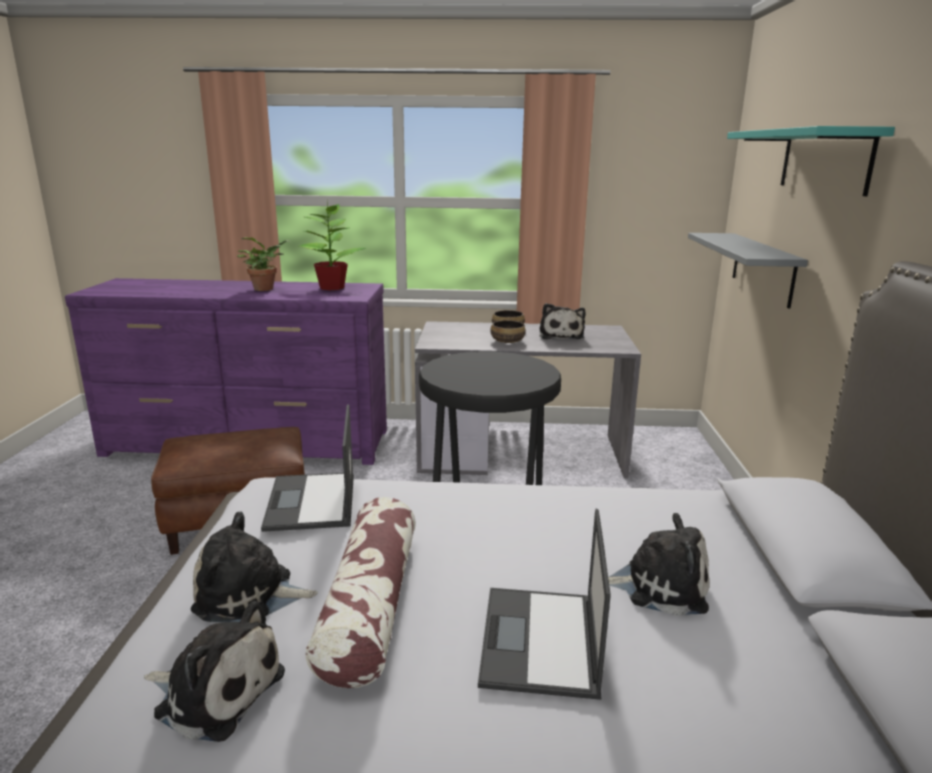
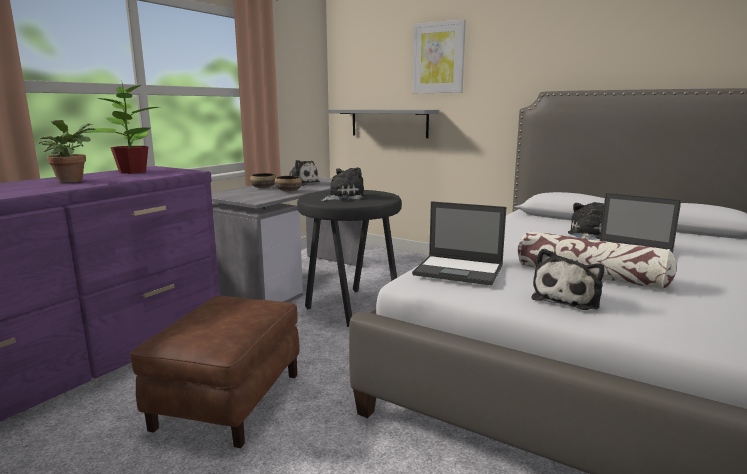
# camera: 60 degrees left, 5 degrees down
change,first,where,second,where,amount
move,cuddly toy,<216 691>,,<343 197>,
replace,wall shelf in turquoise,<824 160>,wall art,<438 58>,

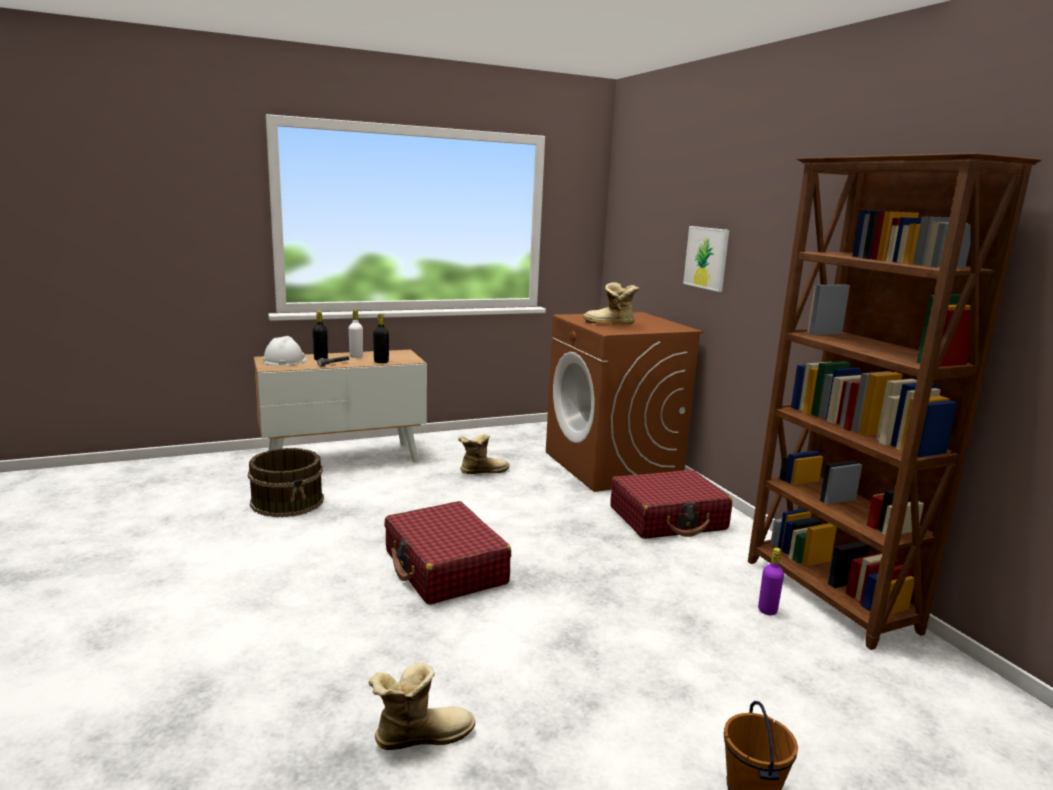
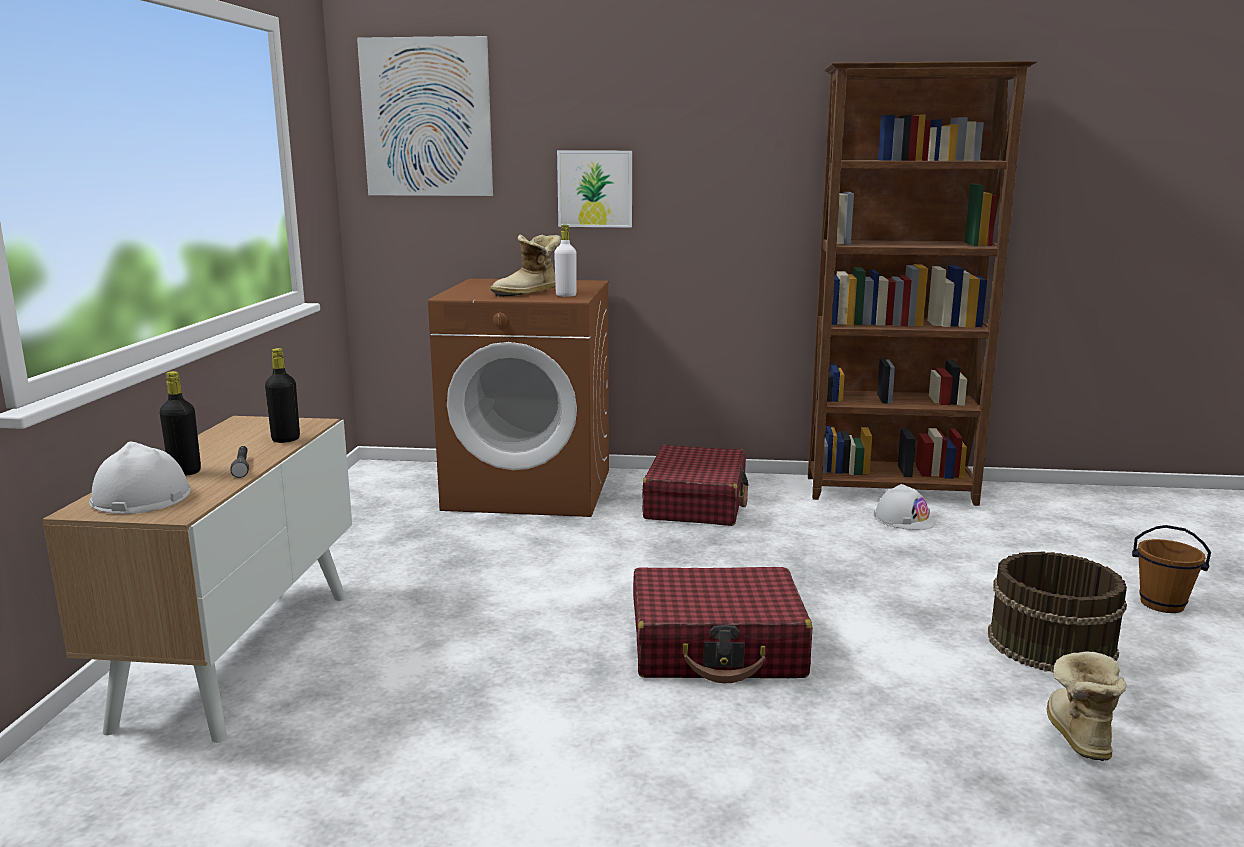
# camera: 60 degrees left, 0 degrees up
change,first,where,second,where,amount
insert,,,wall art,<426 118>,
move,drink bottle in whitish,<356 356>,,<566 295>,
replace,drink bottle in purple,<767 610>,safety helmet in whitish,<903 519>,
move,pail in brownish,<288 501>,,<1050 643>,
delete,tall boot,<482 471>,,,

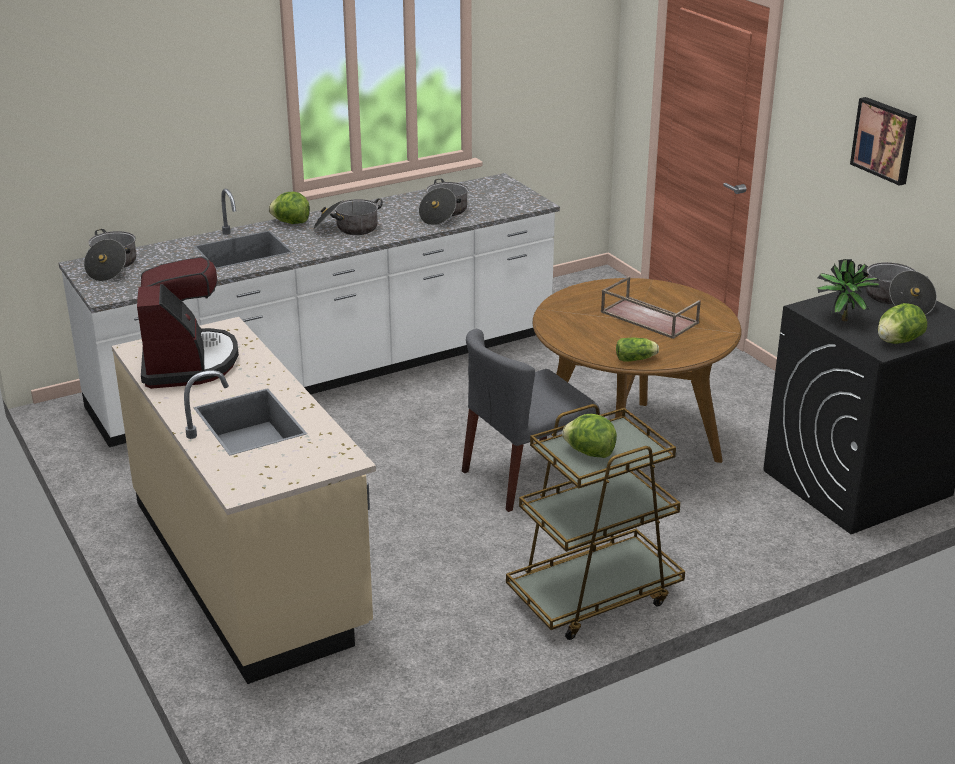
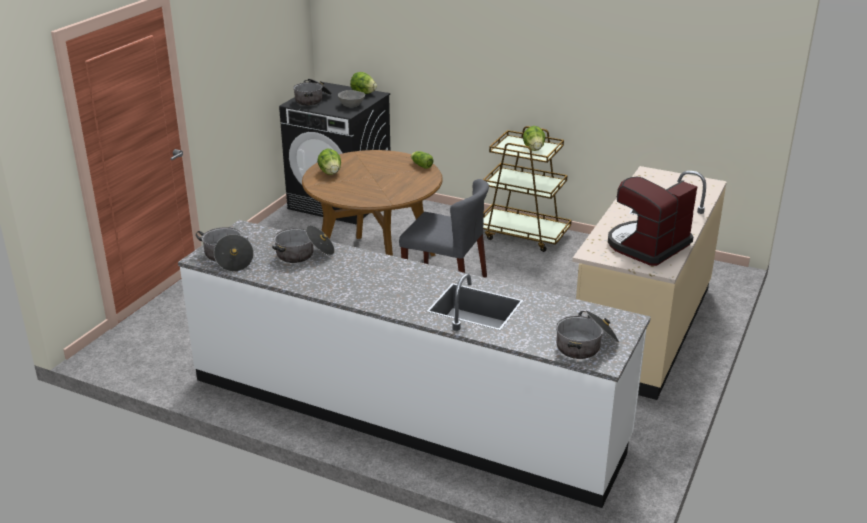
# camera: 125 degrees left, 0 degrees up
change,first,where,second,where,amount
move,stockpot,<347 228>,,<227 258>,
move,lettuce,<291 222>,,<330 173>,
replace,plant in a pot,<841 318>,bowl in gray,<351 105>,
delete,serving tray in brownish,<648 317>,,,
delete,wall art,<885 140>,,,

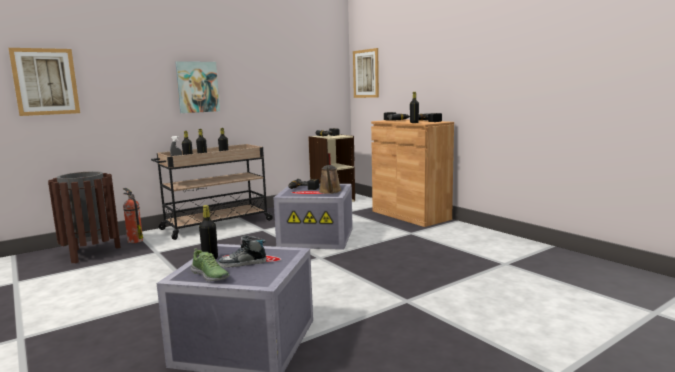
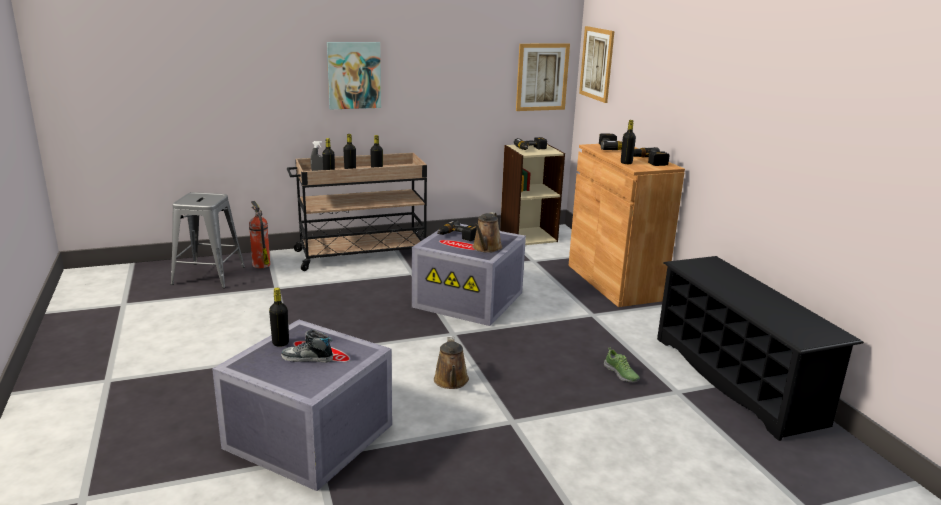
# camera: 15 degrees right, 10 degrees up
change,first,where,second,where,amount
replace,rubbish bin in brownish,<91 253>,sitting stool in gray,<209 276>,
insert,,,watering pot in brownish,<451 381>,
move,wall art,<45 81>,,<542 77>,
move,shoe,<210 276>,,<621 374>,
insert,,,shoe shelf in blackish,<737 379>,

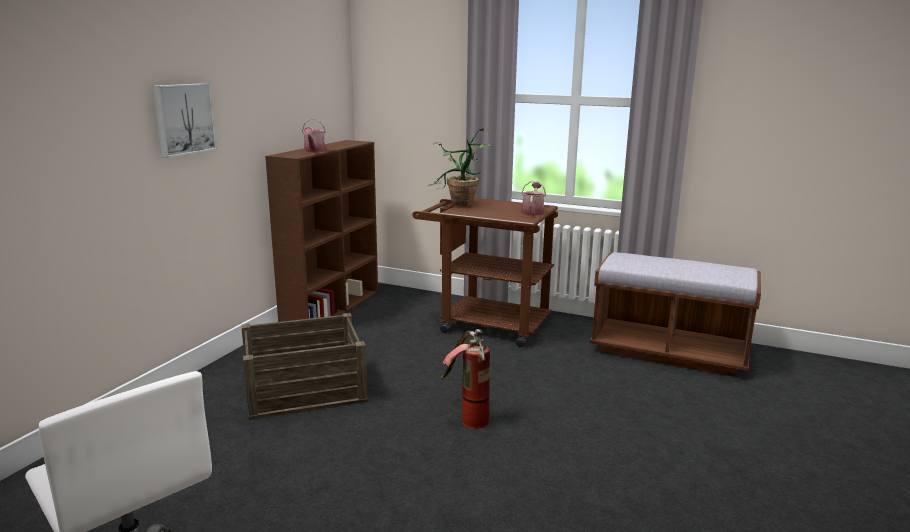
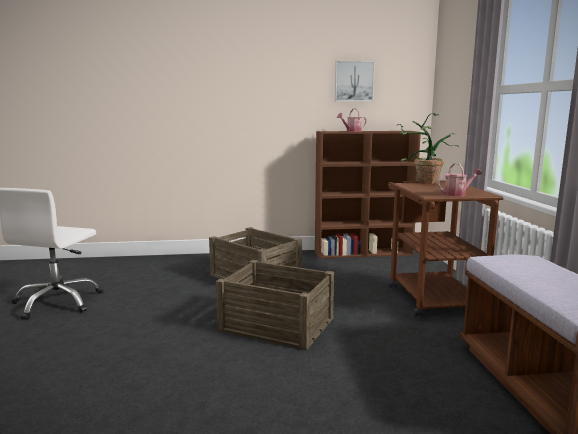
# camera: 60 degrees right, 5 degrees down
change,first,where,second,where,amount
replace,extinguisher,<466 418>,shipping crate,<277 324>,
move,wall art,<183 119>,,<354 81>,

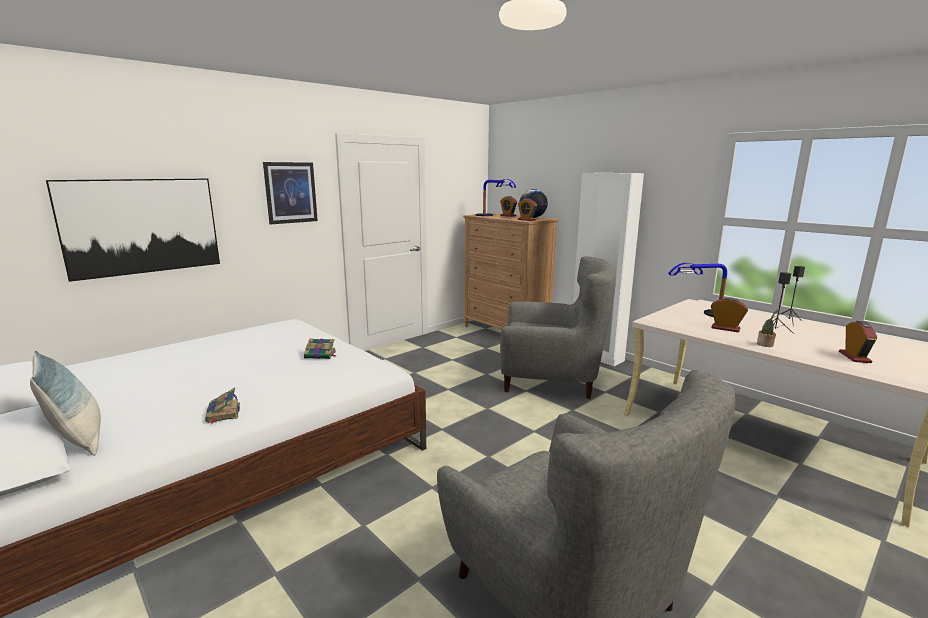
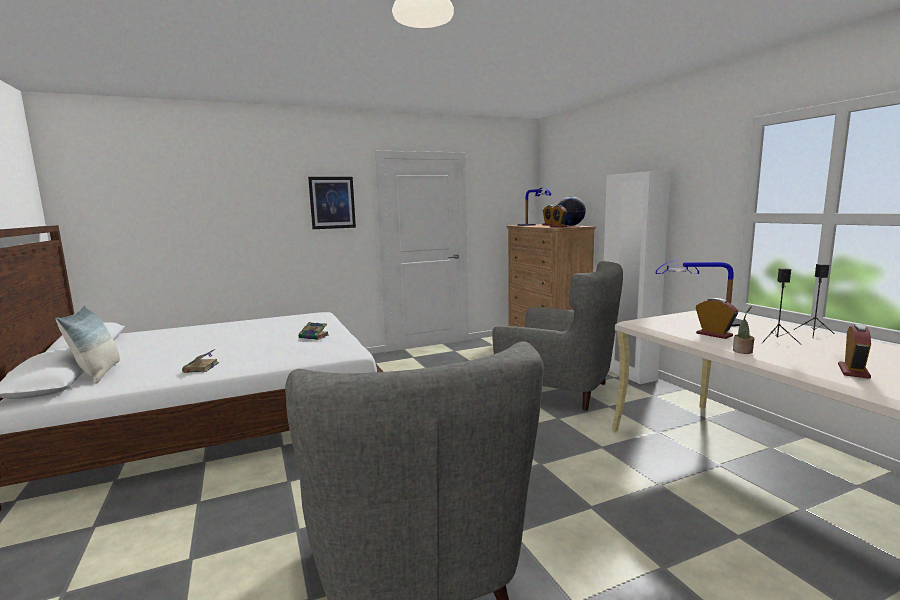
# camera: 20 degrees right, 5 degrees down
change,first,where,second,where,amount
delete,wall art,<142 226>,,,

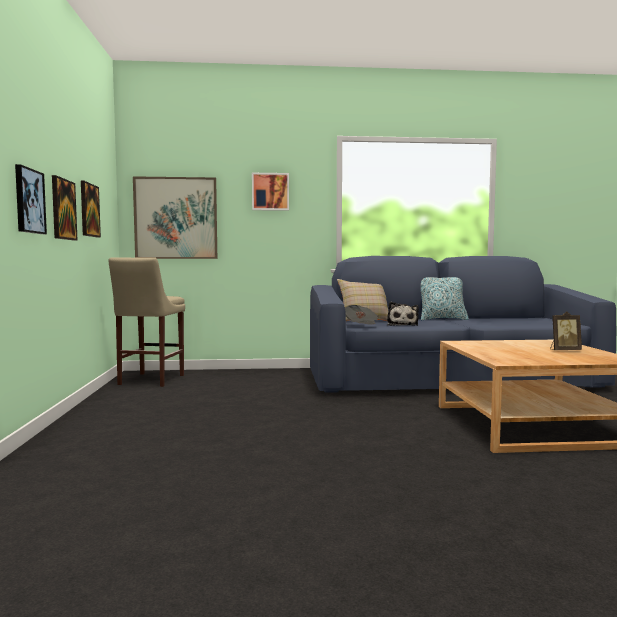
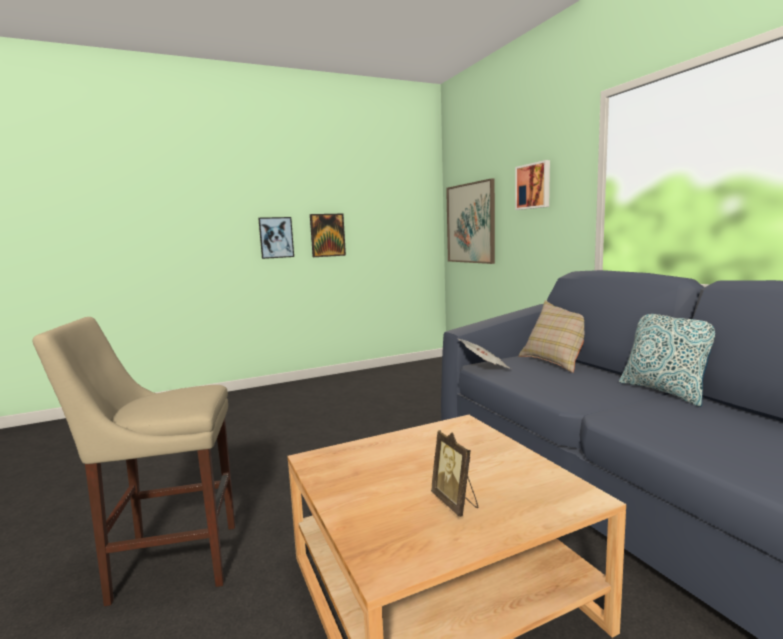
# camera: 70 degrees right, 5 degrees up
change,first,where,second,where,amount
move,sitting stool in sand-coloured,<149 380>,,<169 562>,
delete,wall art,<89 210>,,,
delete,cuddly toy,<402 325>,,,

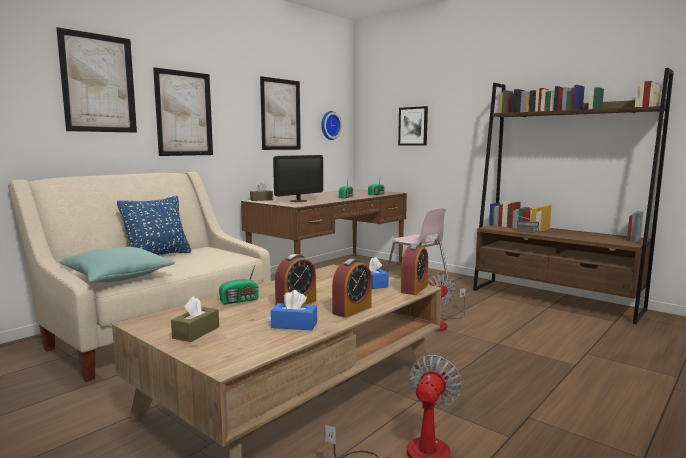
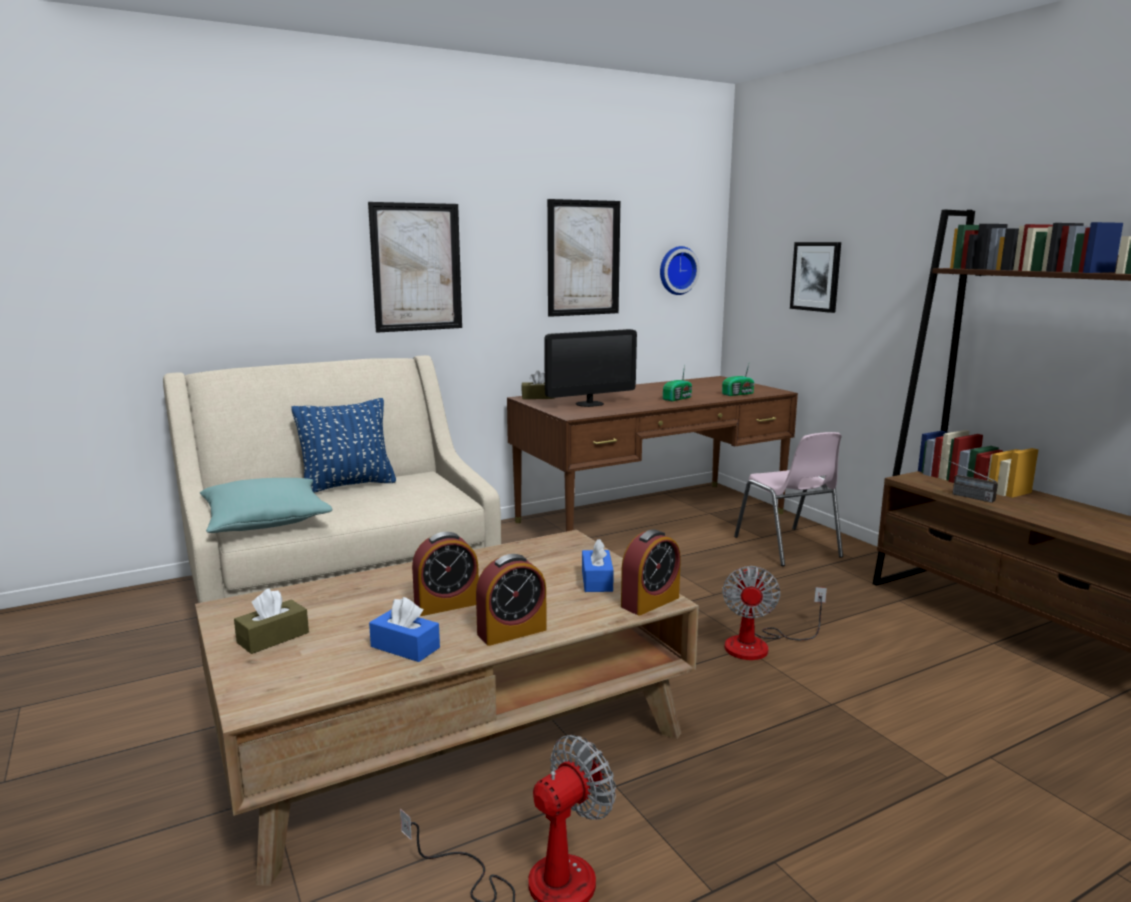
# camera: 20 degrees right, 5 degrees up
change,first,where,second,where,amount
delete,wall art,<98 83>,,,
delete,radio,<240 300>,,,

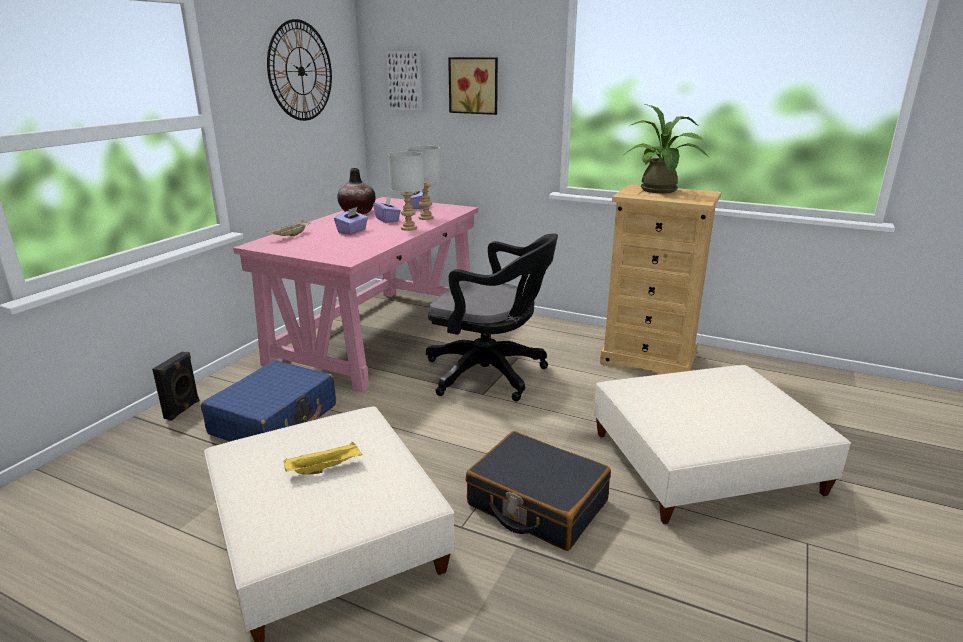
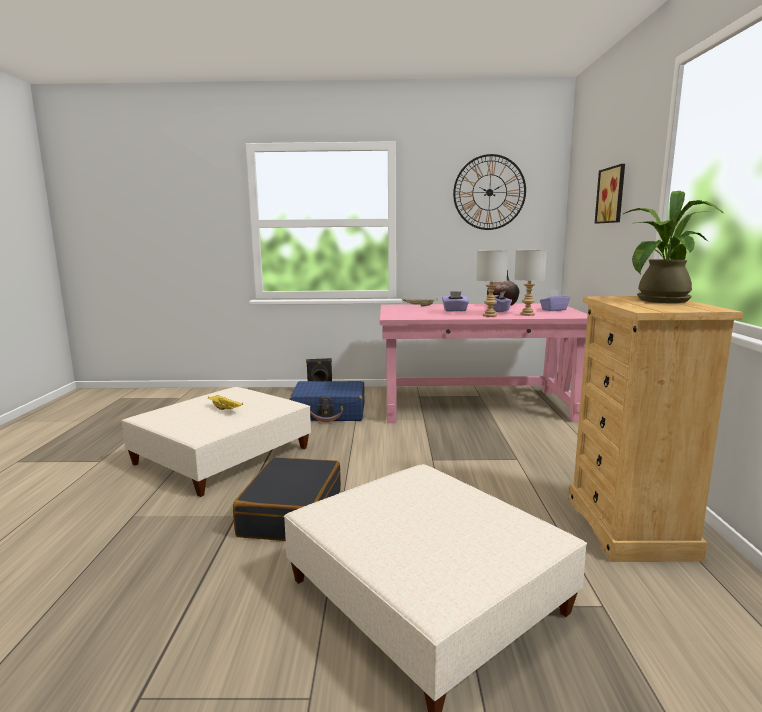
# camera: 65 degrees right, 10 degrees down
change,first,where,second,where,amount
delete,wall art,<406 81>,,,
delete,desk chair in blackish,<491 374>,,,

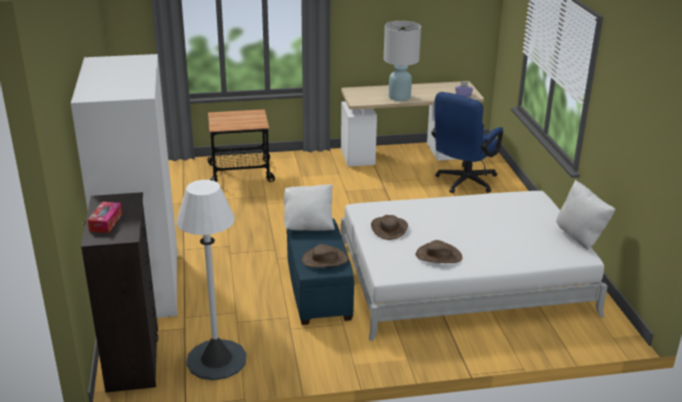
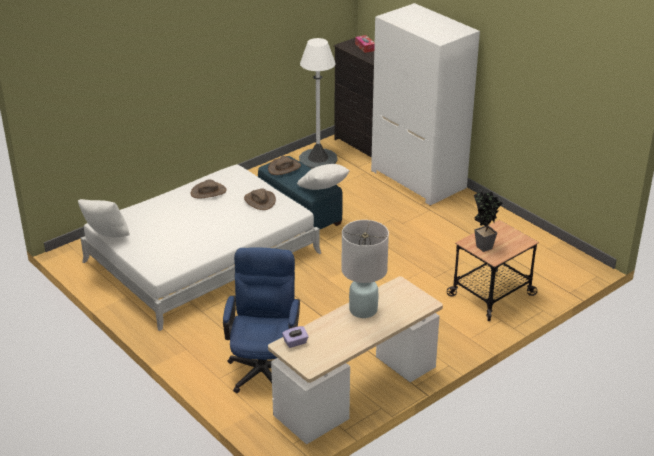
# camera: 150 degrees right, 5 degrees up
change,first,where,second,where,amount
insert,,,plant in a pot,<483 245>,

